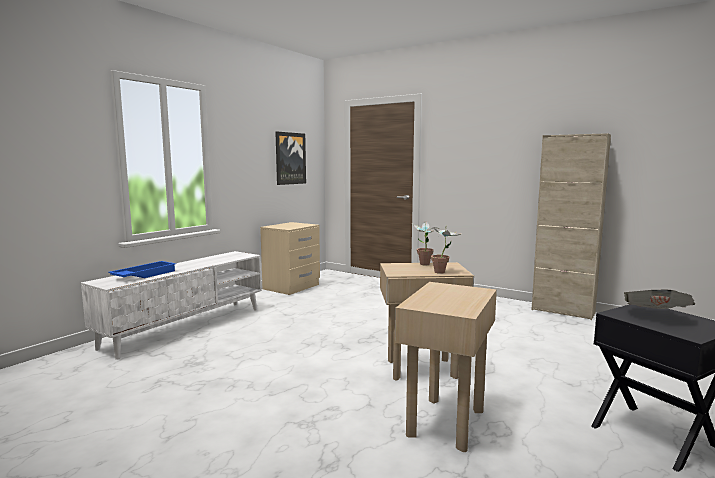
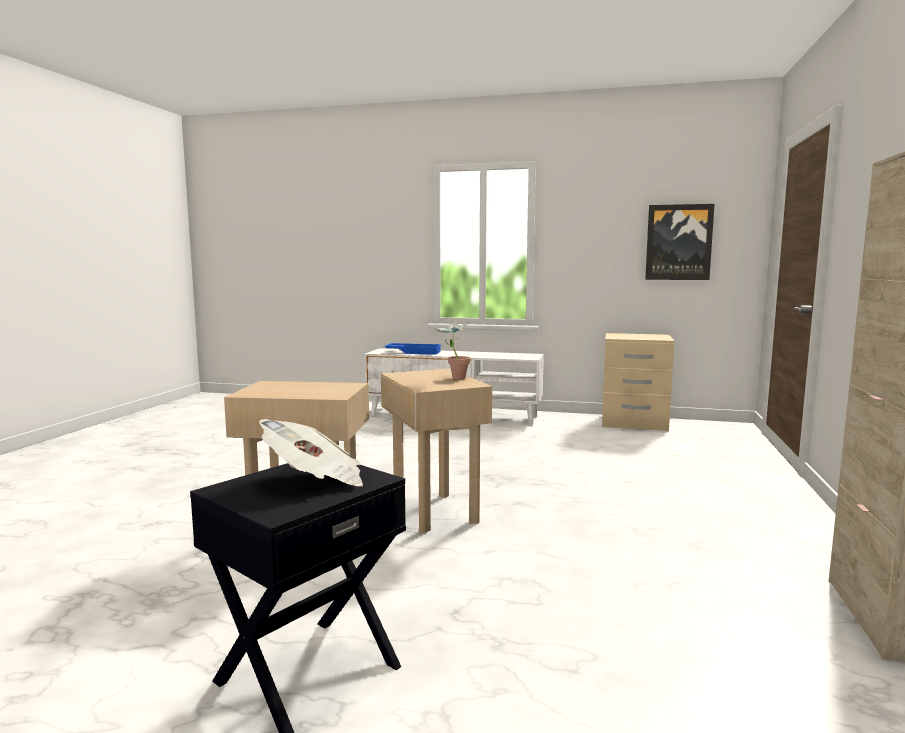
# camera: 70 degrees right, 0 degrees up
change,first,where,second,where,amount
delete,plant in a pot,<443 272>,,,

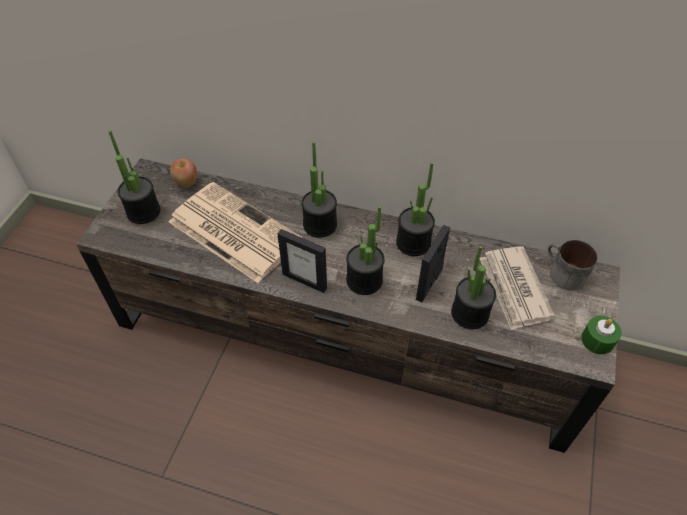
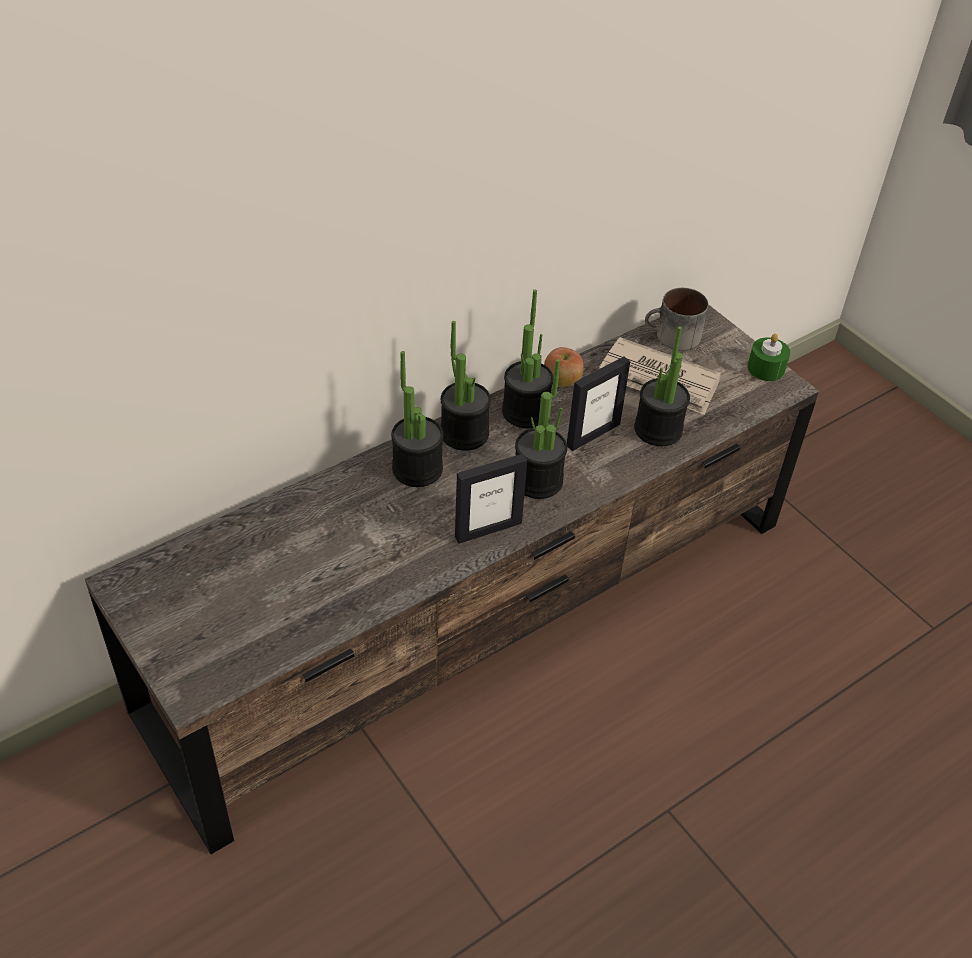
# camera: 55 degrees left, 5 degrees down
change,first,where,second,where,amount
move,plant in a pot,<143 212>,,<464 433>,
move,apple fruit,<186 182>,,<562 382>,
rotate,picture frame,<429 284>,,<593 434>,105 degrees counterclockwise
delete,daily paper,<232 231>,,,

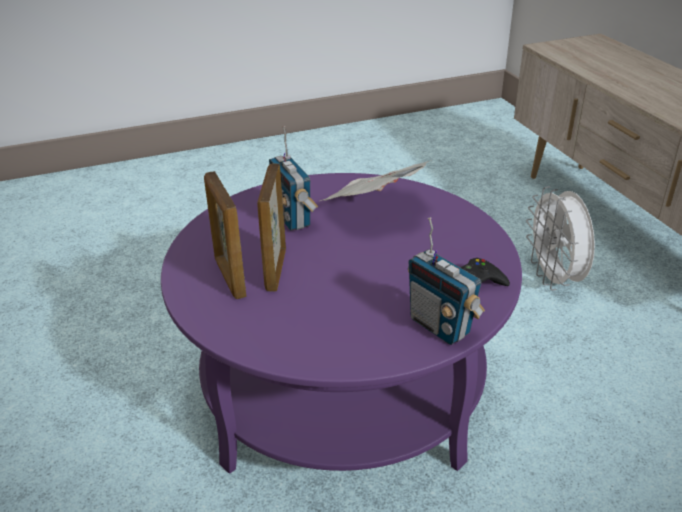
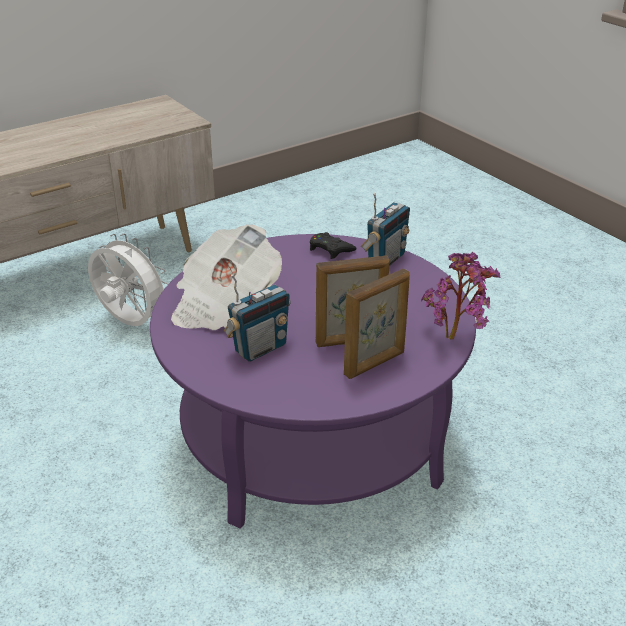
# camera: 105 degrees left, 0 degrees up
change,first,where,second,where,amount
rotate,fan in whitish,<554 279>,,<130 323>,120 degrees counterclockwise
insert,,,plant in a pot,<457 338>,

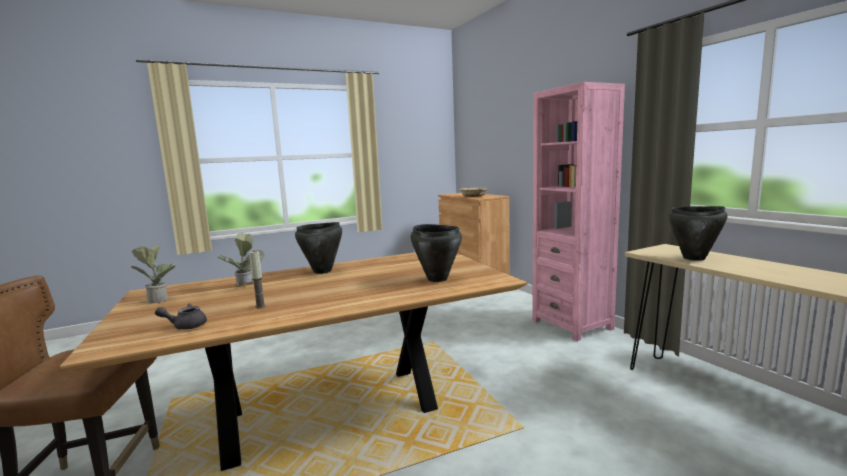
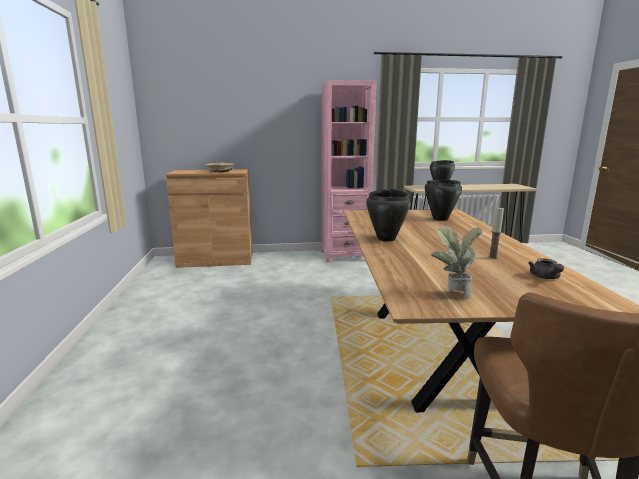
# camera: 70 degrees left, 5 degrees up
change,first,where,second,where,amount
delete,plant in a pot,<246 286>,,,

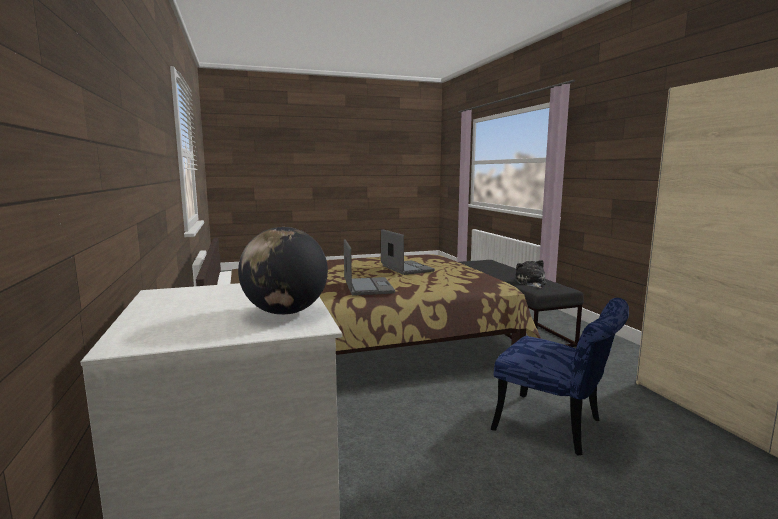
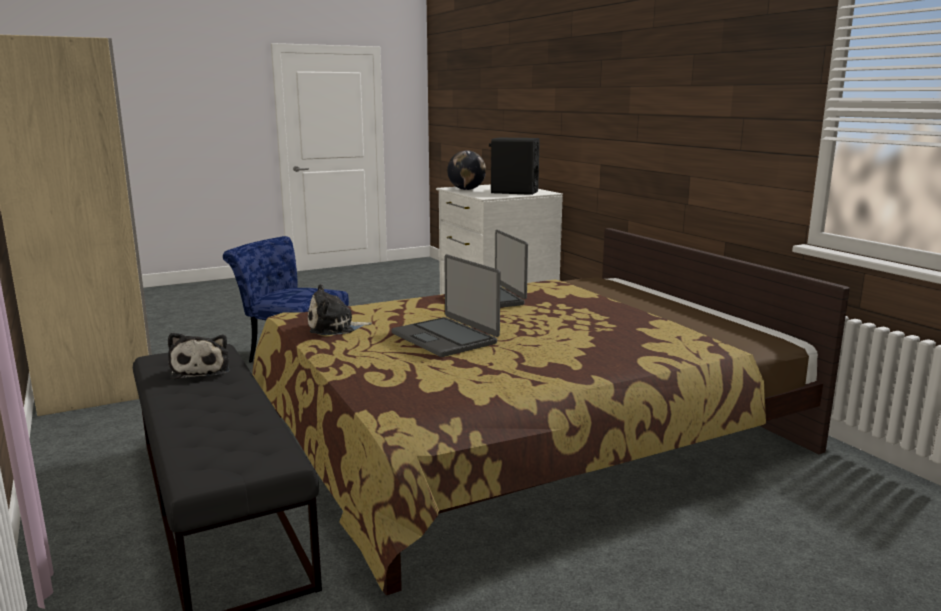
# camera: 170 degrees right, 5 degrees up
change,first,where,second,where,amount
insert,,,cuddly toy,<334 328>,
insert,,,loudspeaker in blackish,<514 192>,

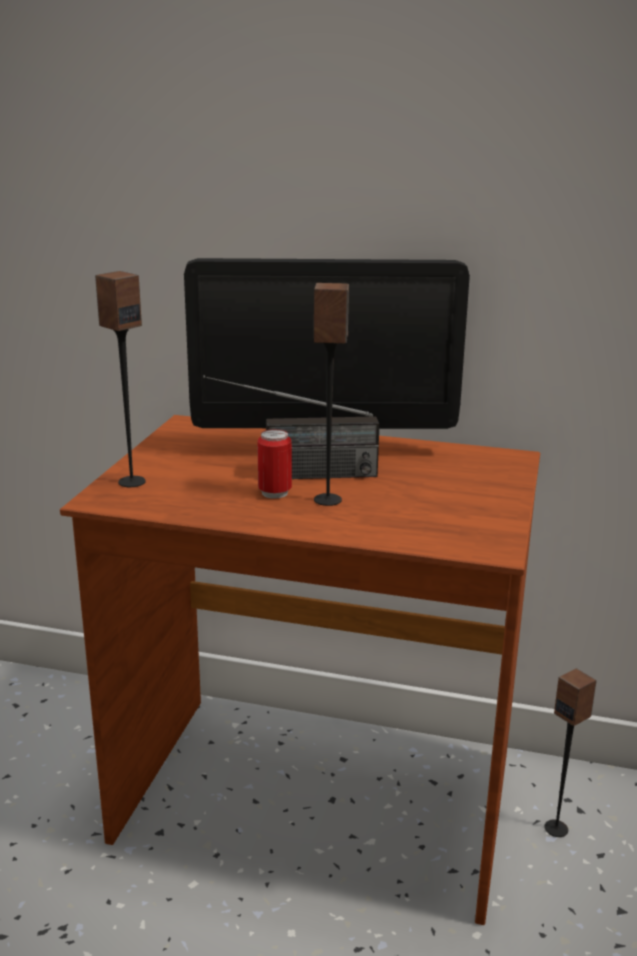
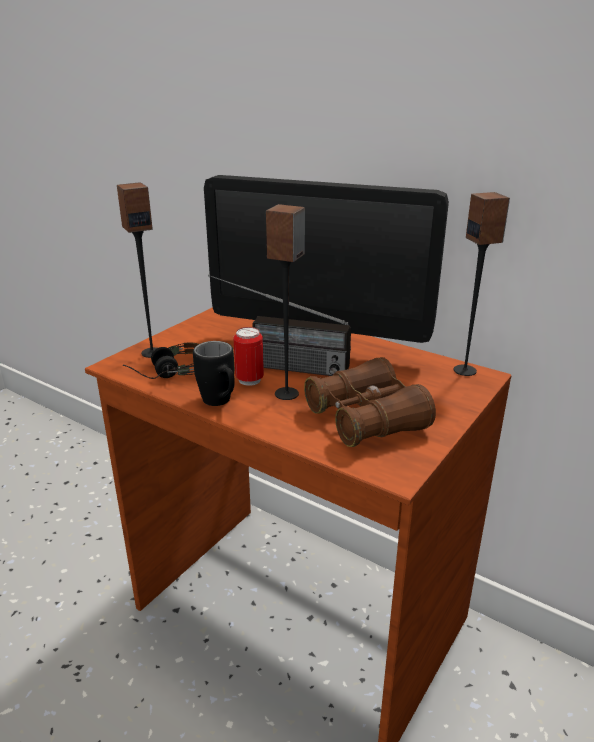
# camera: 20 degrees right, 5 degrees up
change,first,where,second,where,amount
insert,,,pair of headphones,<168 373>,
insert,,,tea mug in blackish,<220 403>,
insert,,,binoculars in brownish,<366 419>,
move,loudspeaker,<556 828>,,<465 370>,

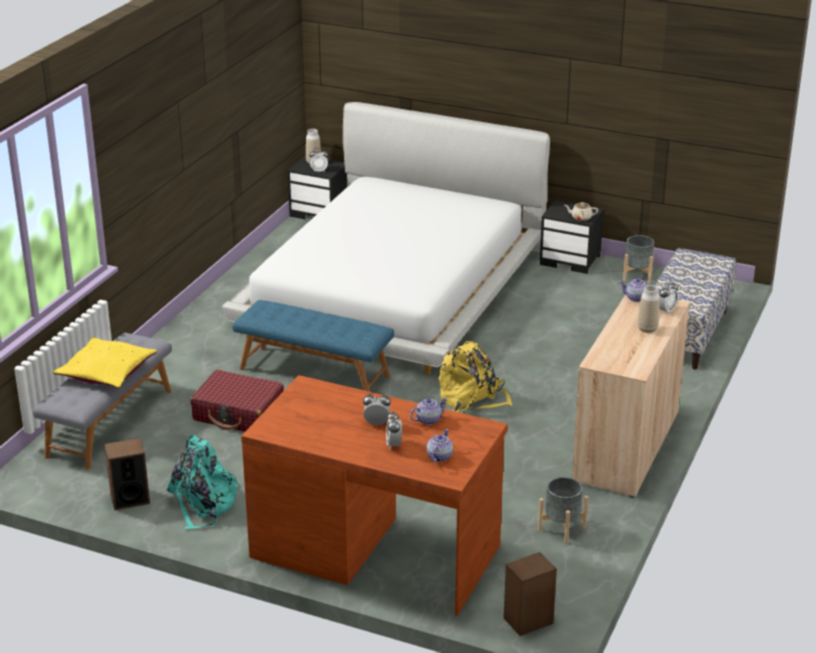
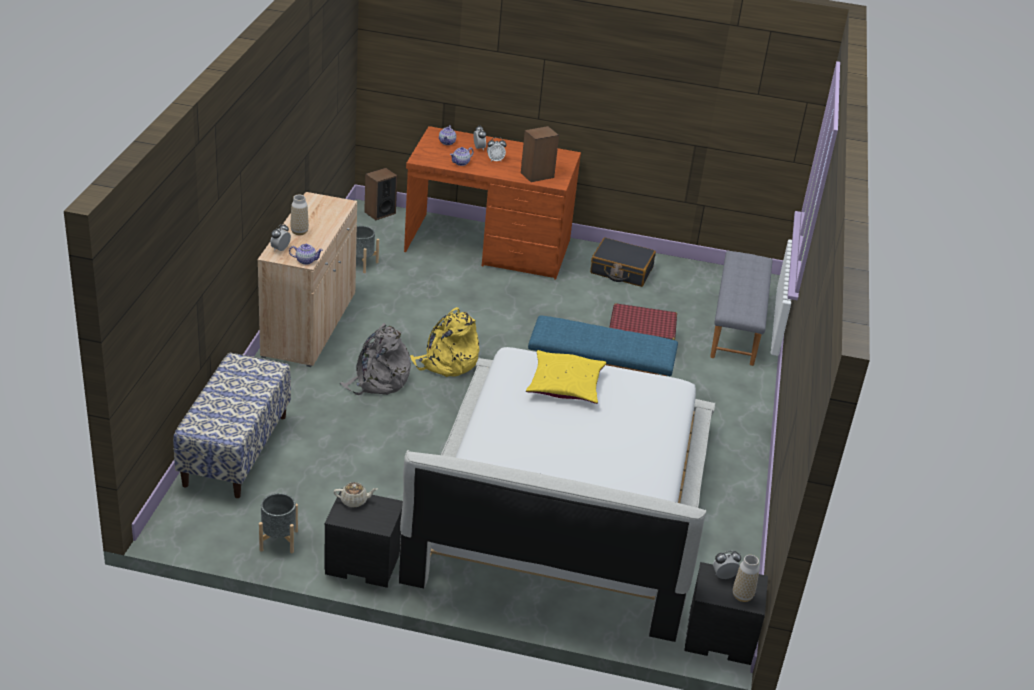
# camera: 165 degrees right, 5 degrees up
change,first,where,second,where,amount
insert,,,rucksack in gray,<378 381>,
move,loudspeaker,<129 499>,,<537 175>,
move,throw pillow in yellow-coloured,<106 371>,,<565 385>,
replace,rucksack in turquoise,<203 503>,piece of luggage in blackish,<621 270>,

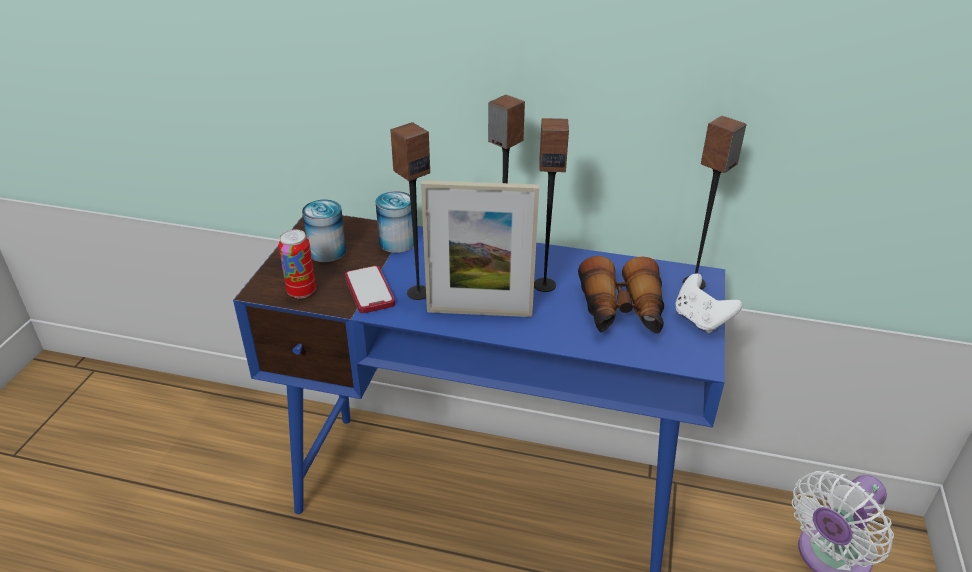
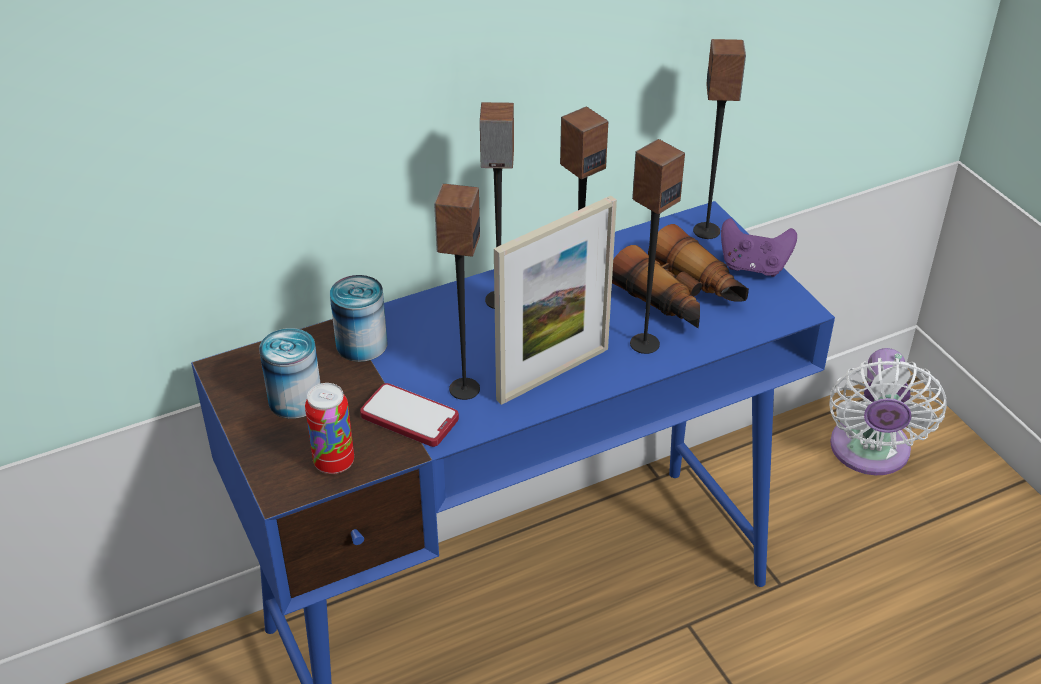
# camera: 40 degrees left, 5 degrees up
change,first,where,second,where,amount
insert,,,loudspeaker,<644 343>,
recolor,gamepad in whitish,<701 320>,gamepad in purple,<753 266>,

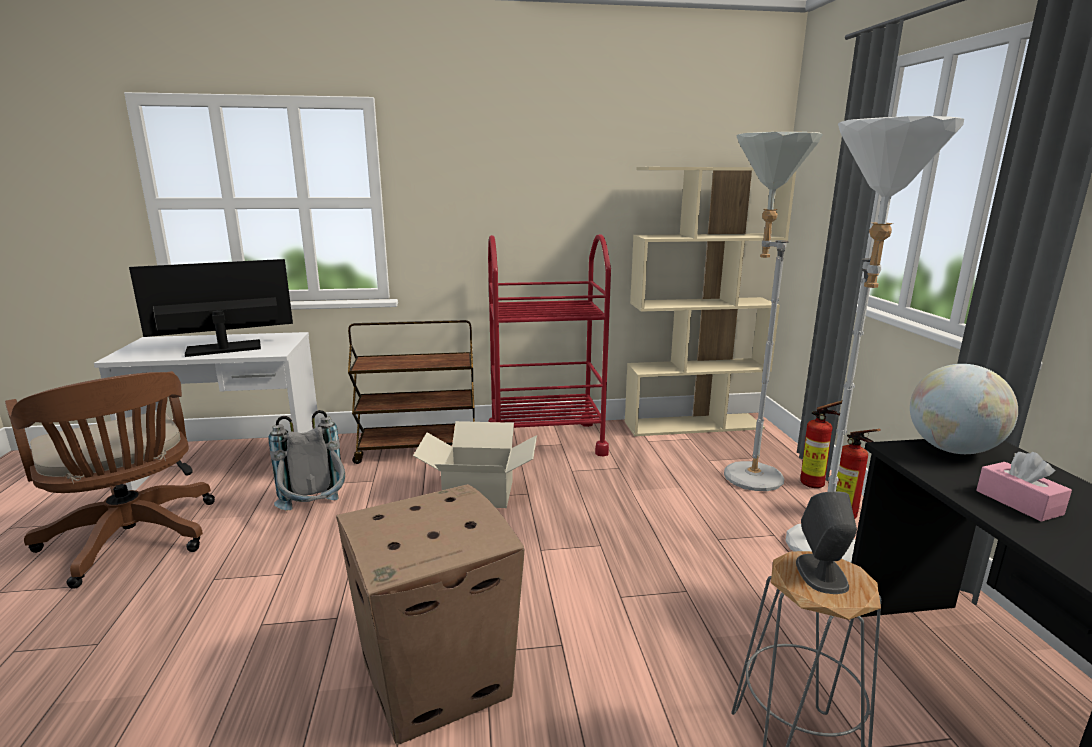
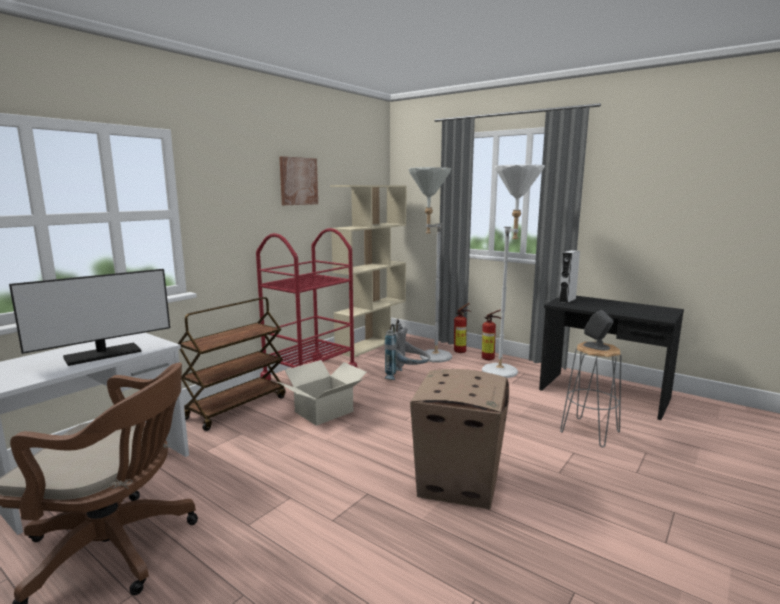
# camera: 45 degrees left, 5 degrees down
change,first,where,second,where,amount
rotate,computer screen,<224 349>,,<103 354>,150 degrees counterclockwise
insert,,,wall art,<298 181>,
move,rucksack in gray,<315 513>,,<407 377>,
replace,globe,<952 450>,loudspeaker in gray,<567 300>,
delete,box of tissues in pink,<1018 502>,,,

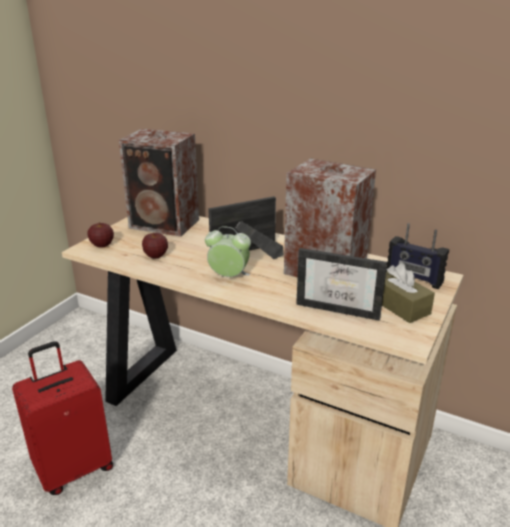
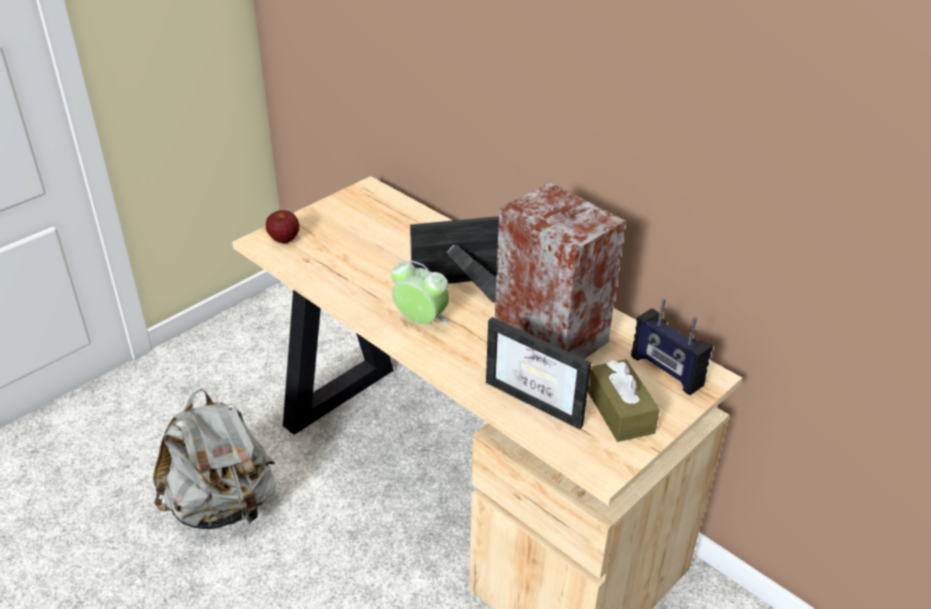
# camera: 15 degrees right, 10 degrees up
change,first,where,second,where,amount
replace,piece of luggage in red-coloured,<74 468>,rucksack in gray,<222 506>,
delete,loudspeaker,<166 224>,,,
delete,apple fruit,<156 256>,,,

